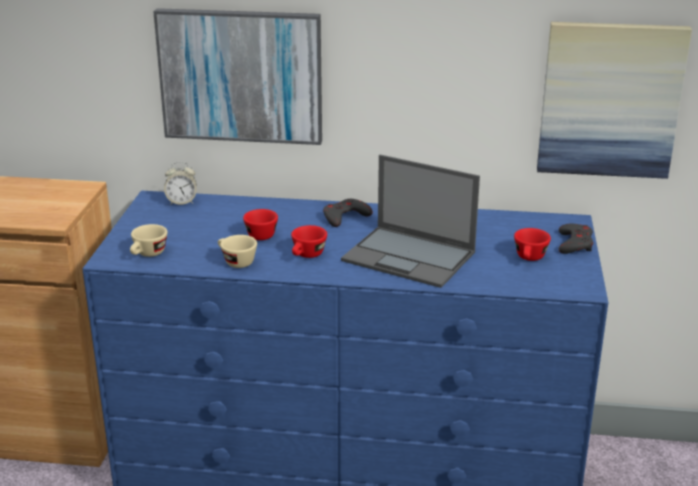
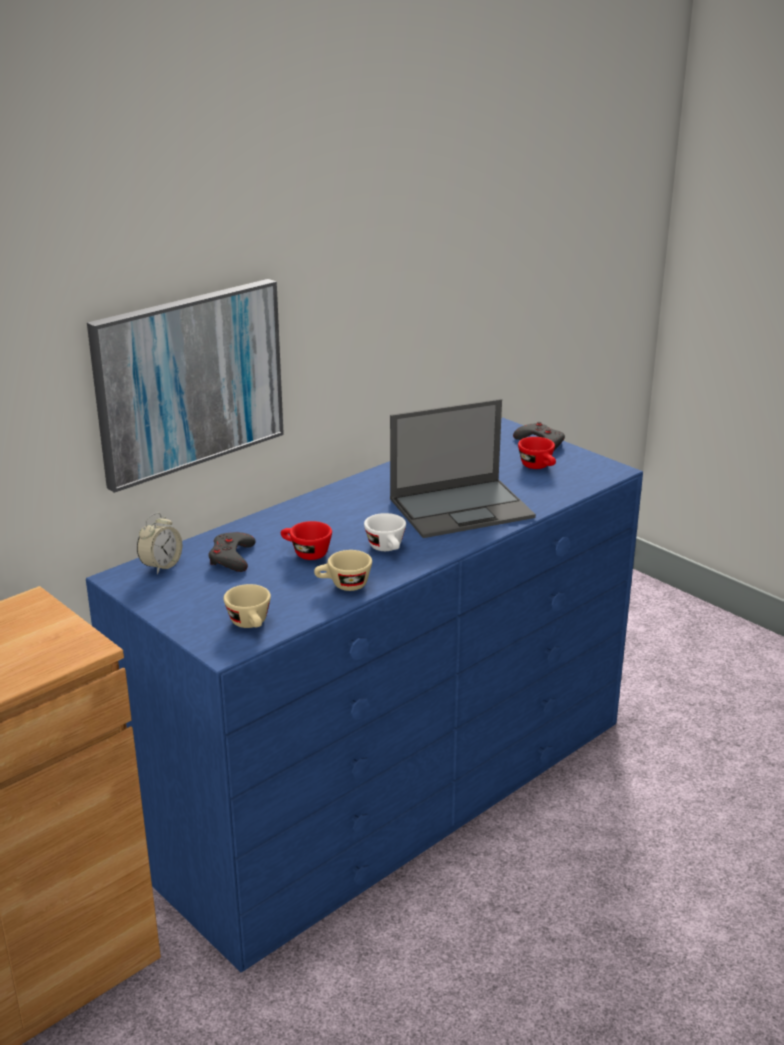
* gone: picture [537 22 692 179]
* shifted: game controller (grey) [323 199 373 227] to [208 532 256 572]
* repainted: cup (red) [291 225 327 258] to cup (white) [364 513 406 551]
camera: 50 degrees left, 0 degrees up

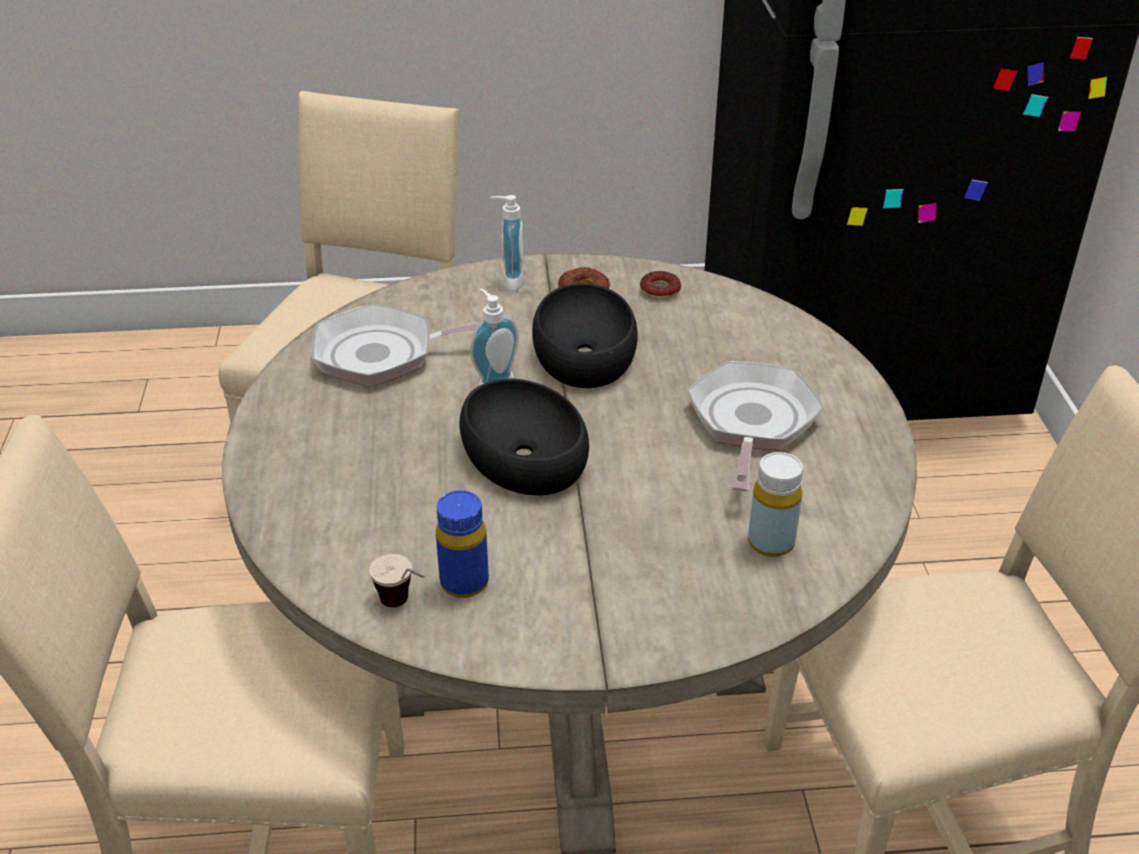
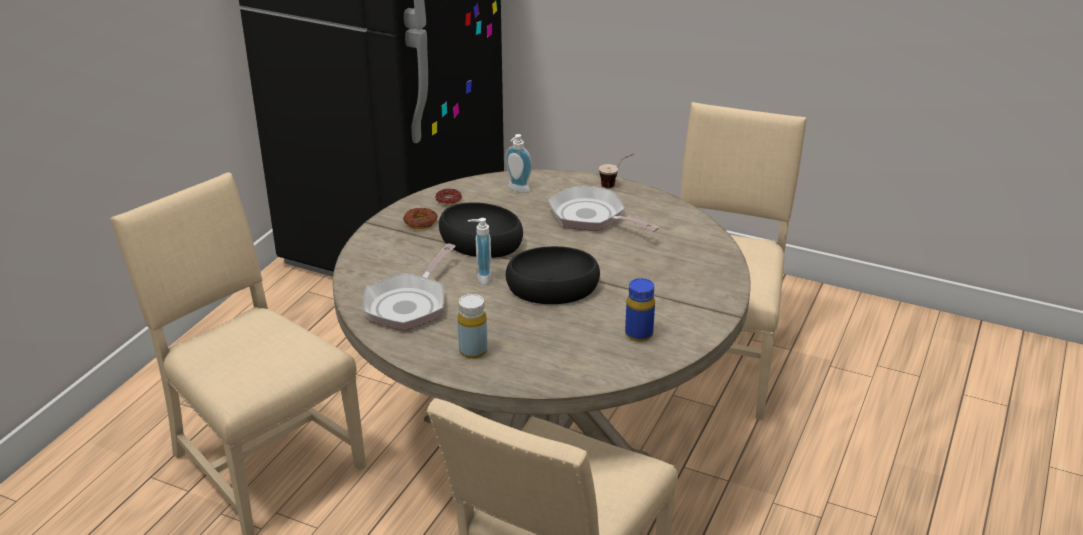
* shifted: soap dispenser [490 195 524 291] to [505 134 532 193]
* shifted: bottle (yellow) [748 452 803 557] to [458 294 488 359]
* shifted: cup [369 554 424 607] to [599 154 634 188]
camera: 60 degrees left, 5 degrees down

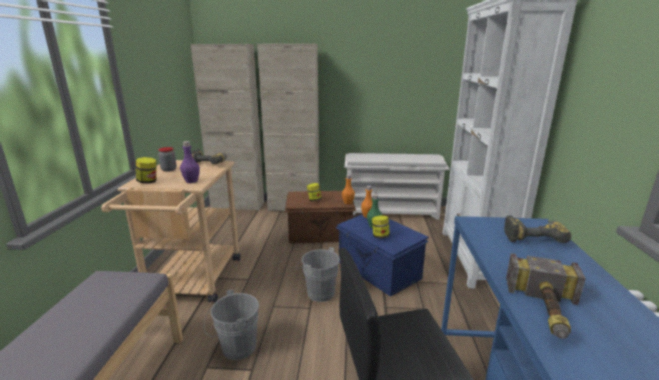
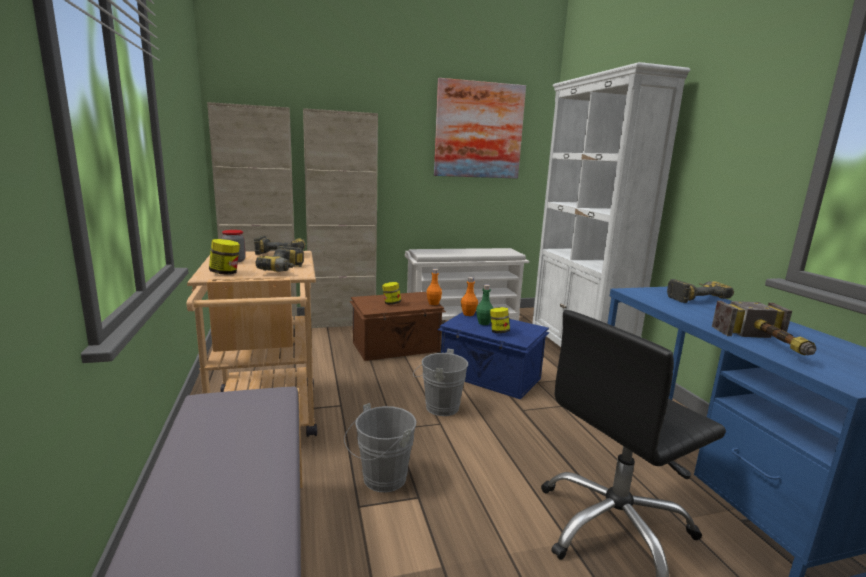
* swapped: bottle (purple) [180 141 200 183] to power drill [255 246 304 272]
* new: picture [434 78 526 179]
camera: 20 degrees left, 5 degrees down

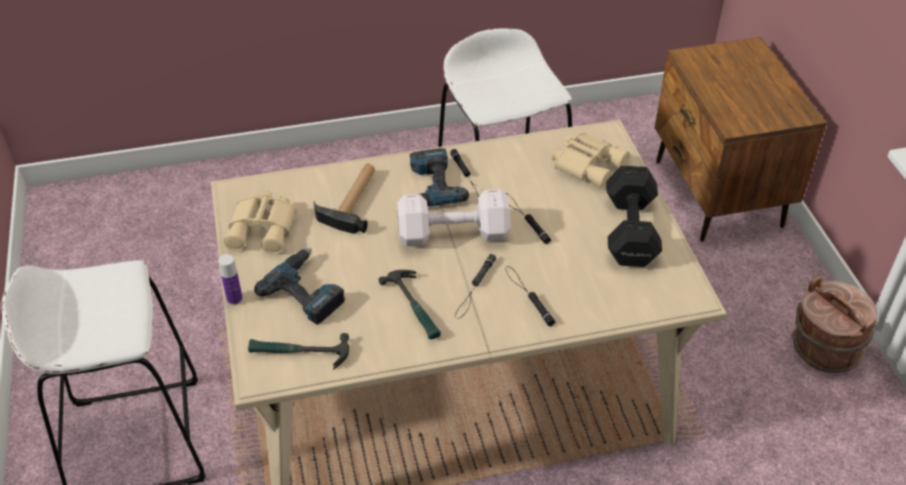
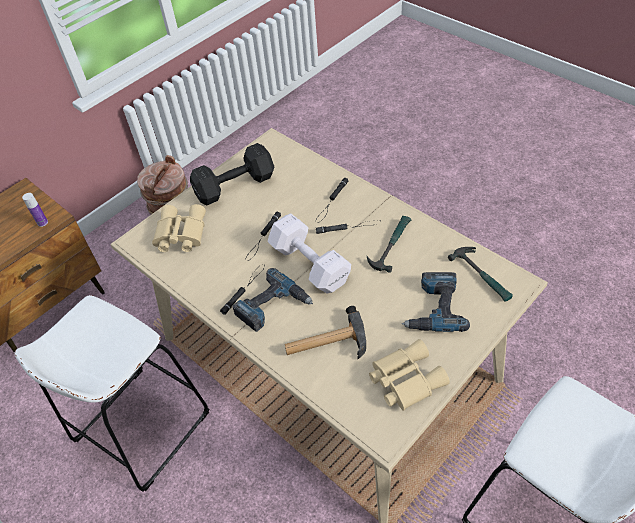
* shifted: bottle [218 254 243 305] to [22 193 48 227]
camera: 120 degrees left, 5 degrees up

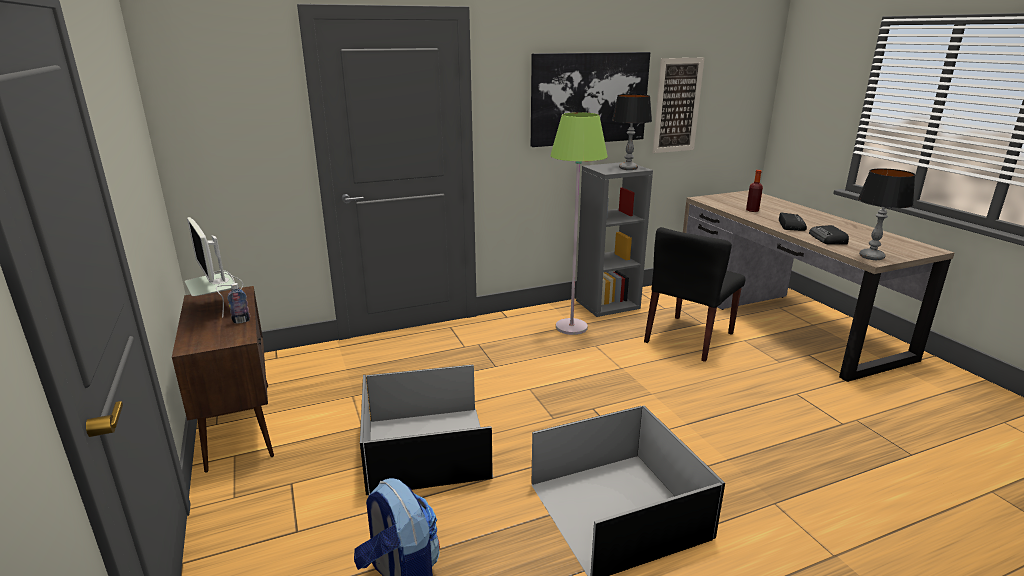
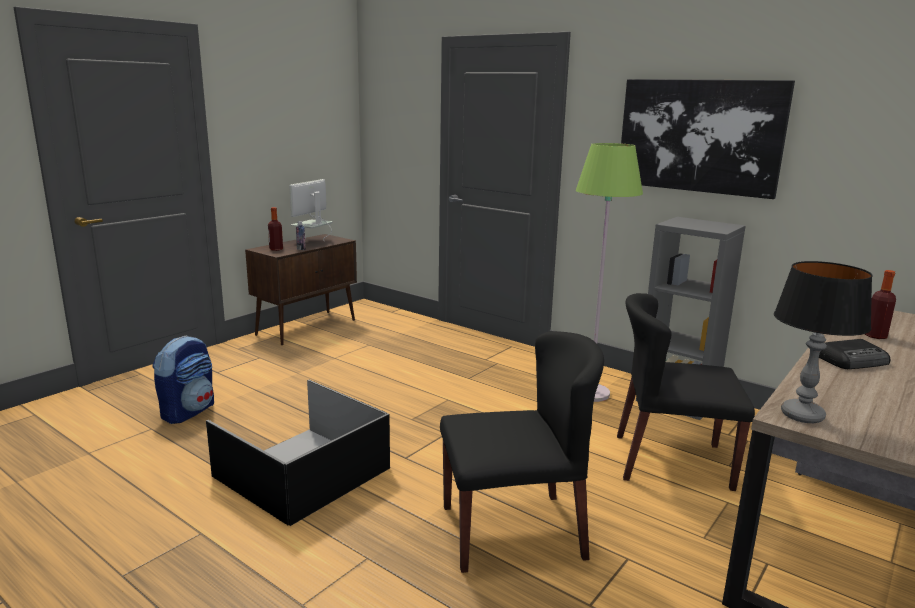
* gone: picture [653 58 704 153]
* gone: table lamp [612 94 652 170]
* gone: radio [809 225 849 245]
* gone: storage box (black) [360 365 493 495]
* new: bottle [268 207 283 251]
* new: chair (black) [440 331 604 573]
camera: 60 degrees right, 5 degrees down

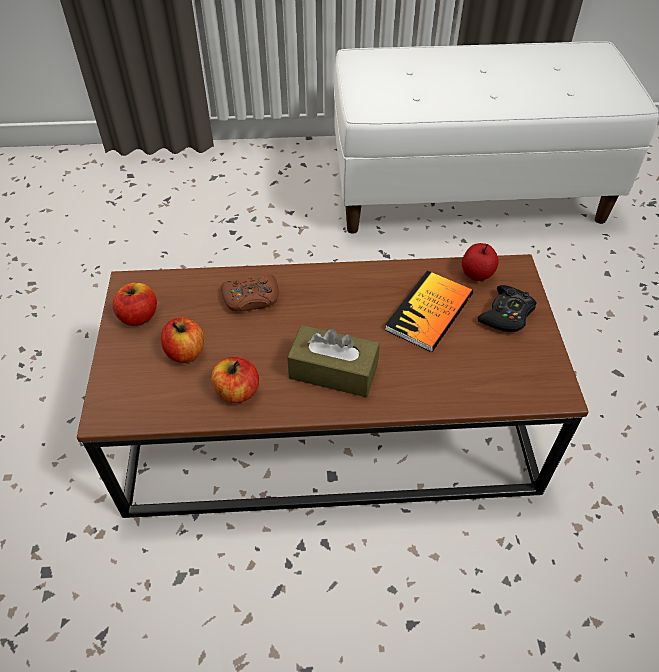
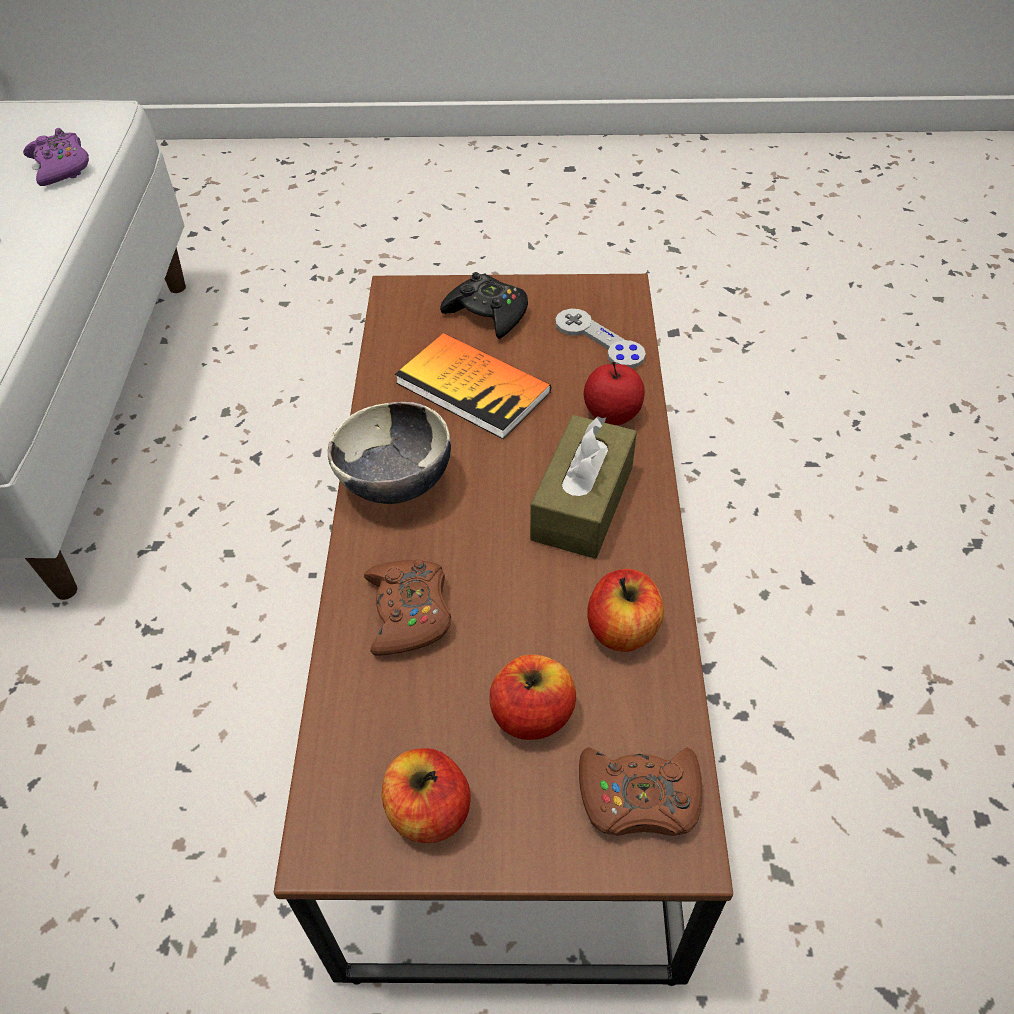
* shifted: apple [462 243 499 281] to [584 362 645 425]
* new: game controller (purple) [23 128 89 186]
* new: game controller (grey) [555 309 646 368]
* new: bowl [328 402 451 504]
* new: game controller (brown) [579 748 702 836]
camera: 85 degrees left, 0 degrees up

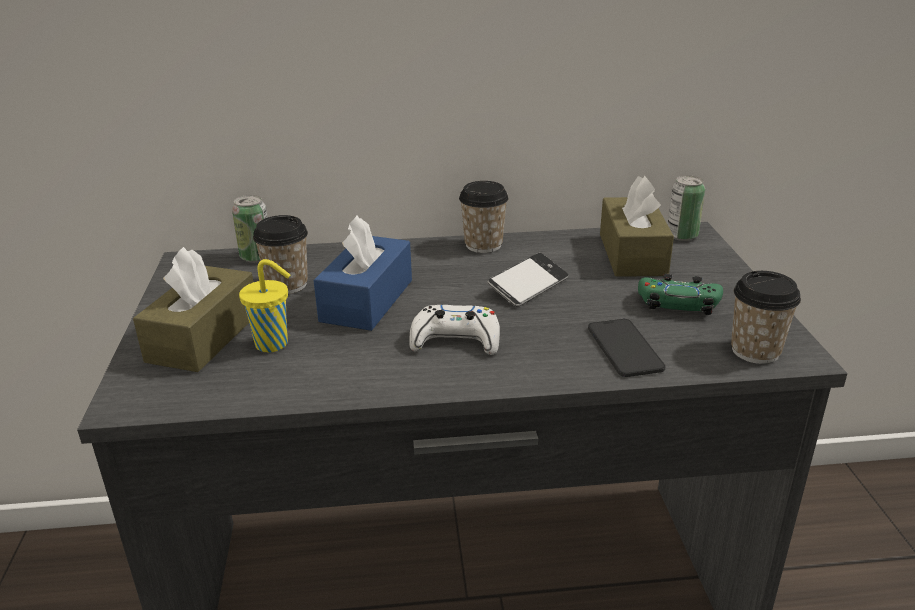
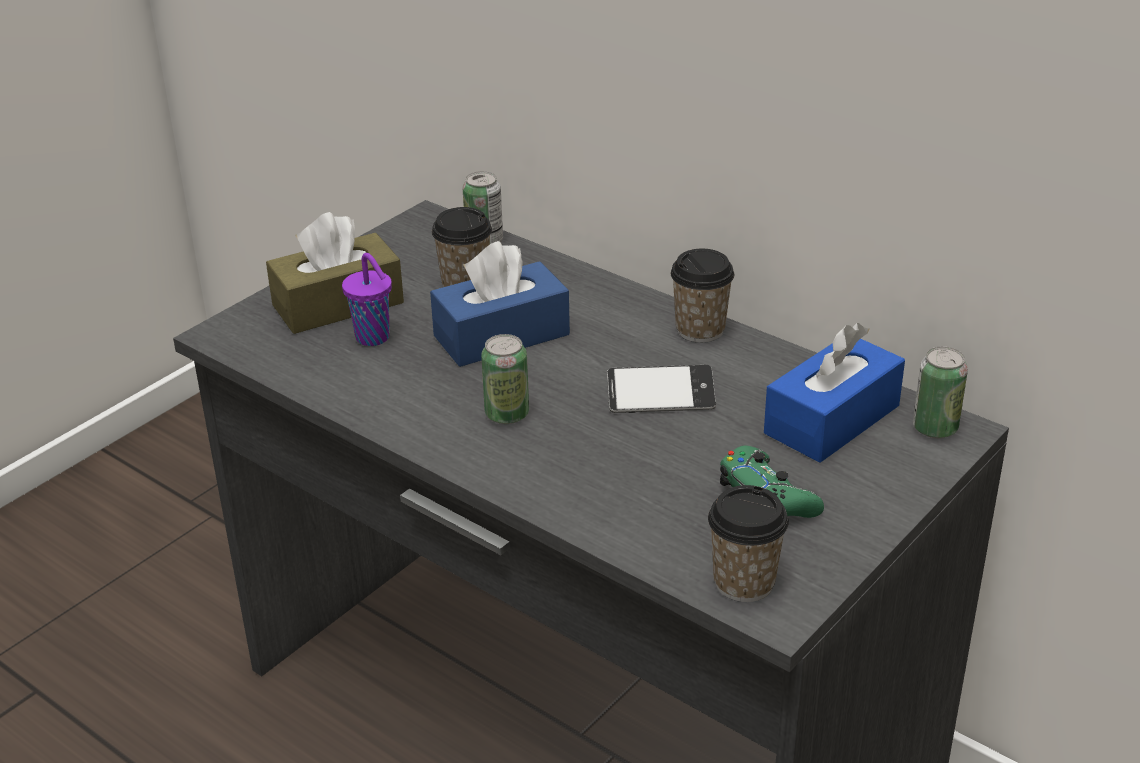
* repainted: tissue box (brown) [600 176 674 277] to tissue box (blue) [764 323 905 463]
* repainted: cup (yellow) [239 259 290 352] to cup (purple) [342 253 392 346]
* swapped: game controller (white) [409 305 500 355] to can [481 334 529 424]
* gone: phone [588 319 666 377]
camera: 45 degrees right, 5 degrees up

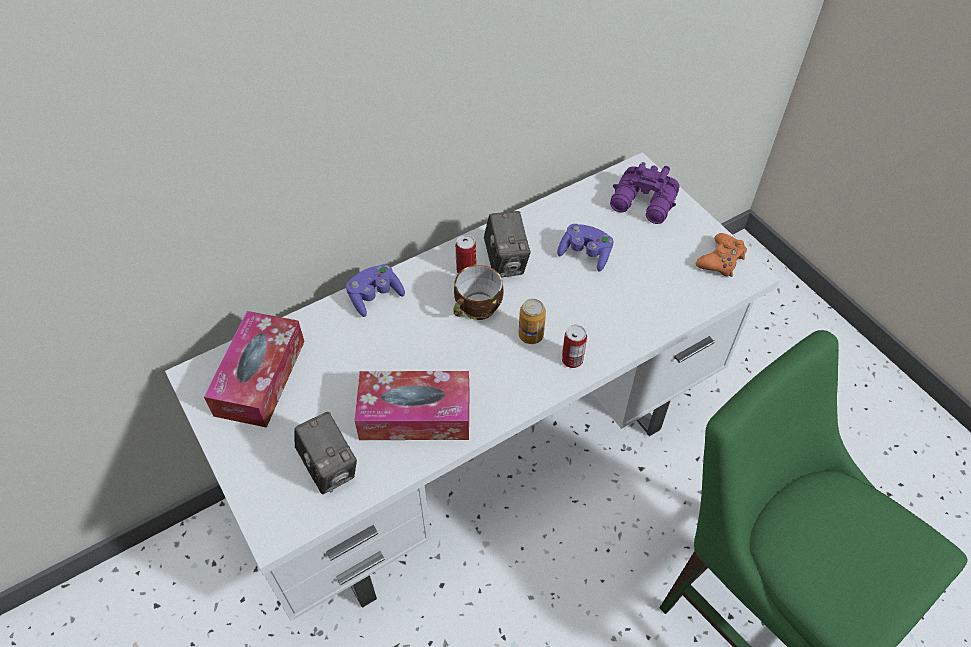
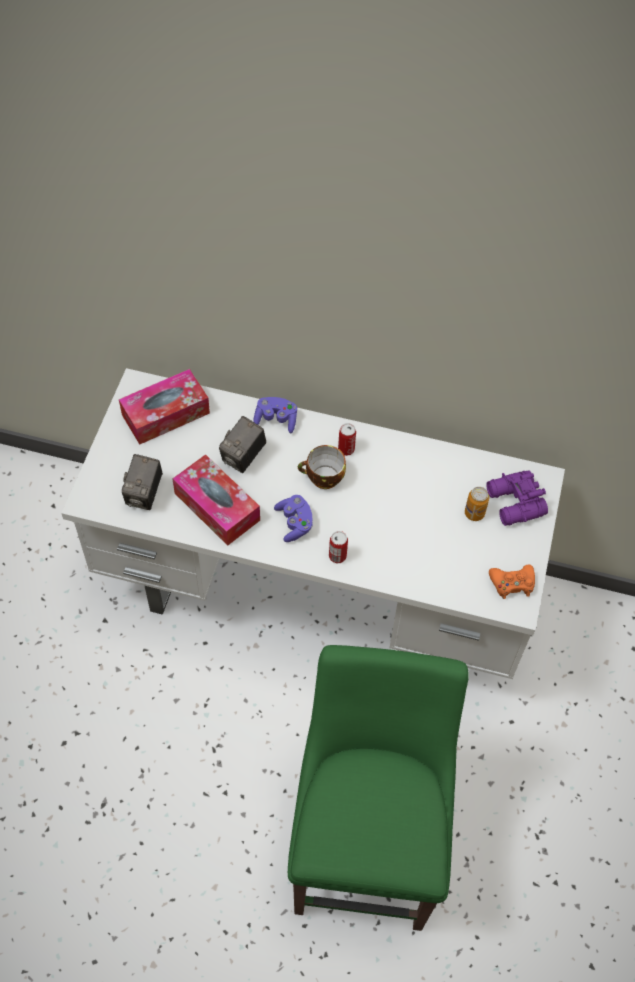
* shifted: photo camera [484 211 531 277] to [219 416 266 473]
* shifted: game controller (purple) [557 224 614 272] to [274 495 313 542]
* shifted: can [518 299 546 344] to [465 487 489 521]
camera: 45 degrees right, 5 degrees up

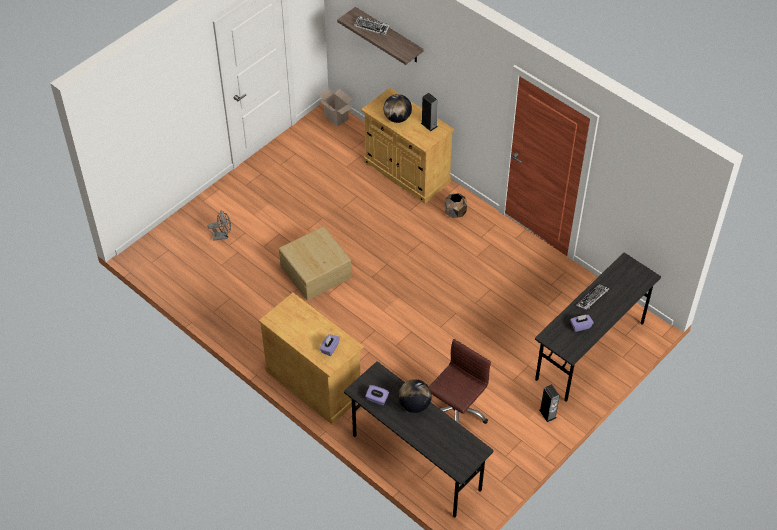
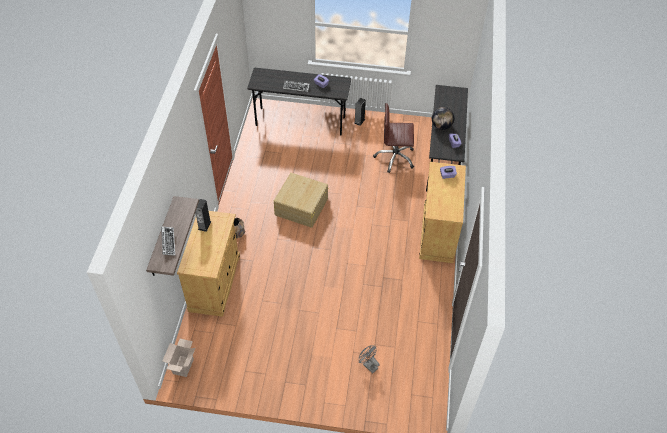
* gone: globe [384 94 412 123]
* shifted: storage box (beige) [279 226 352 300] to [274 173 328 228]
camera: 125 degrees left, 0 degrees up

